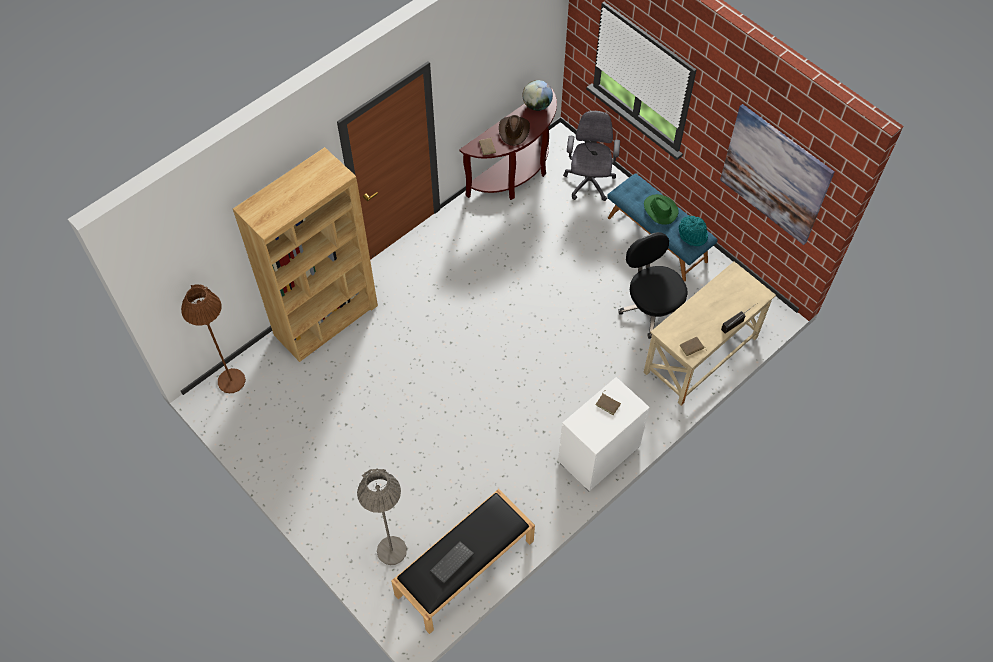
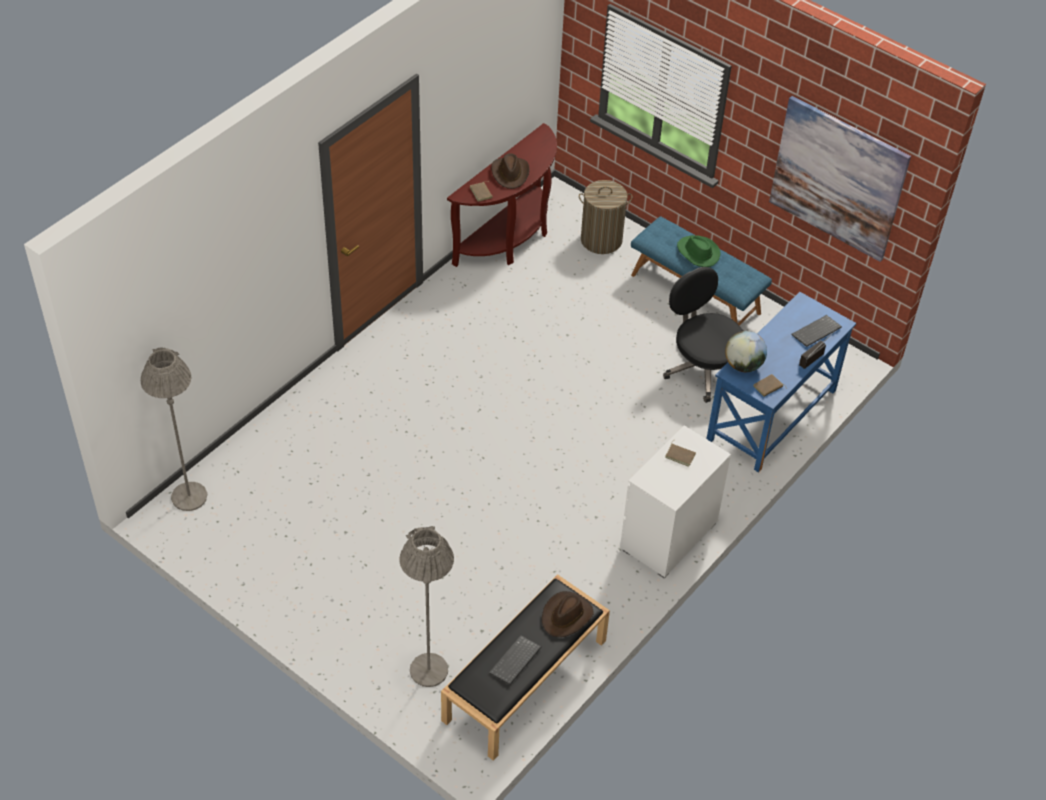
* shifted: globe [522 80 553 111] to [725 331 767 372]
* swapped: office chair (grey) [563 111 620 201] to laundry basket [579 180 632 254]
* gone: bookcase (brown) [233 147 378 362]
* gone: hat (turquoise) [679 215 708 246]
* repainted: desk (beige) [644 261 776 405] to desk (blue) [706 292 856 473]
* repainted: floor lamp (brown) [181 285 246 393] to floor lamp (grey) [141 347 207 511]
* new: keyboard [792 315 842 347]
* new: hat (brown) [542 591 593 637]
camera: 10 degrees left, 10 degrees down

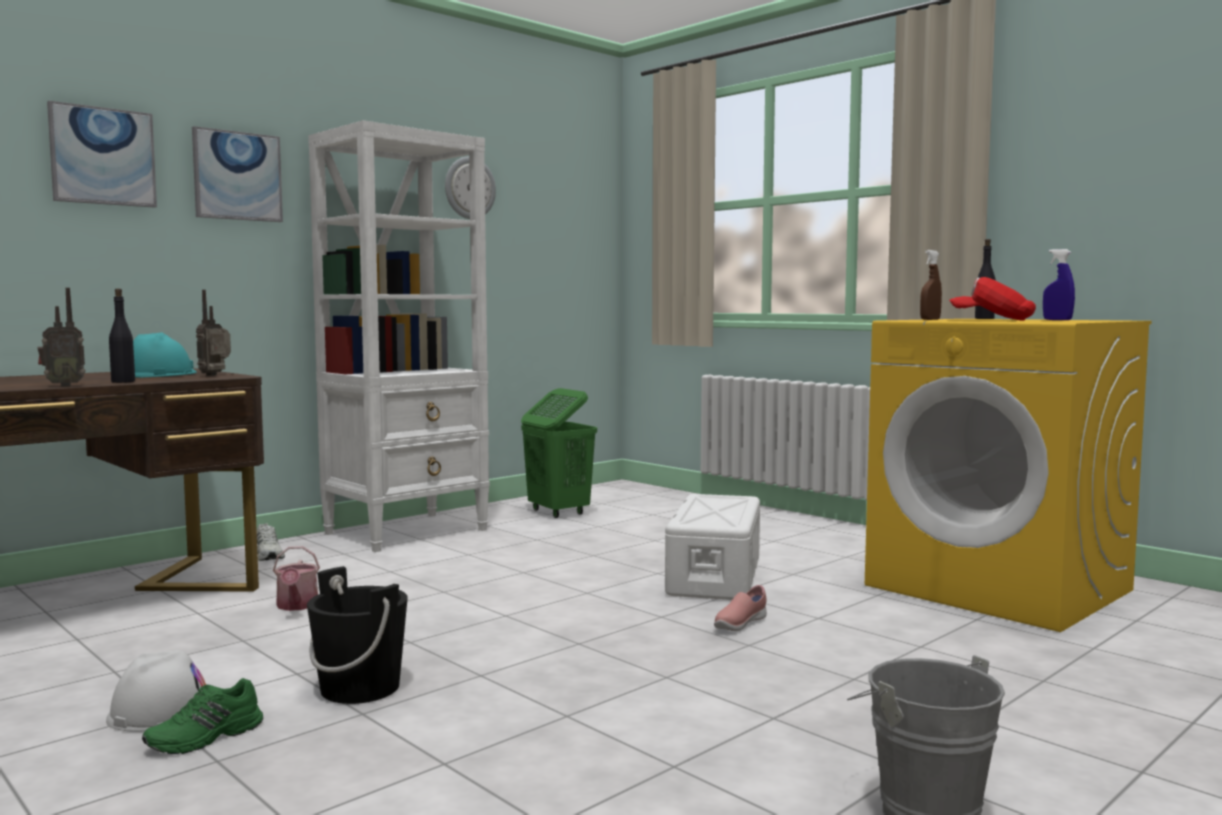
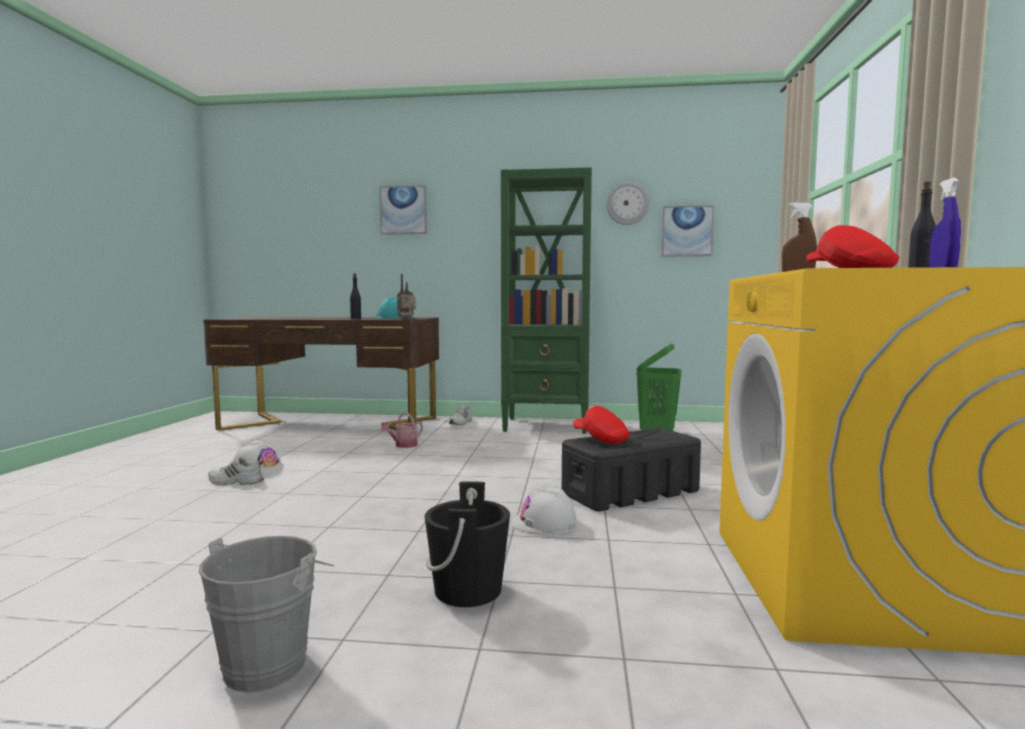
* repainted: bookcase (white) [308 120 490 552] to bookcase (green) [501 167 592 434]
* shifted: picture [192 126 283 222] to [661 205 714 256]
* gone: radio [37 288 86 386]
* repainted: storage box (white) [665 494 760 600] to storage box (black) [562 428 701 511]
* shifted: bucket (black) [307 566 408 704] to [425 481 510 607]
* swapped: shoe (pink) [714 585 767 631] to hard hat (white) [512 485 579 535]
* repainted: shoe (green) [142 678 263 754] to shoe (white) [208 457 264 485]
* new: cap (red) [573 406 630 444]
camera: 50 degrees right, 0 degrees up

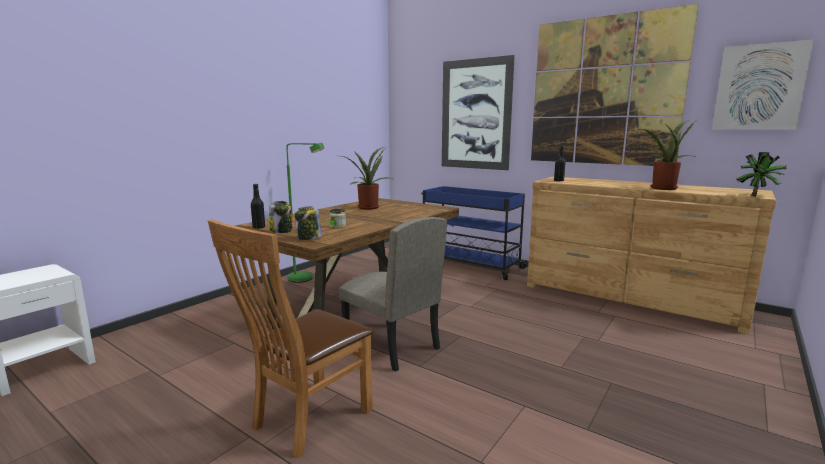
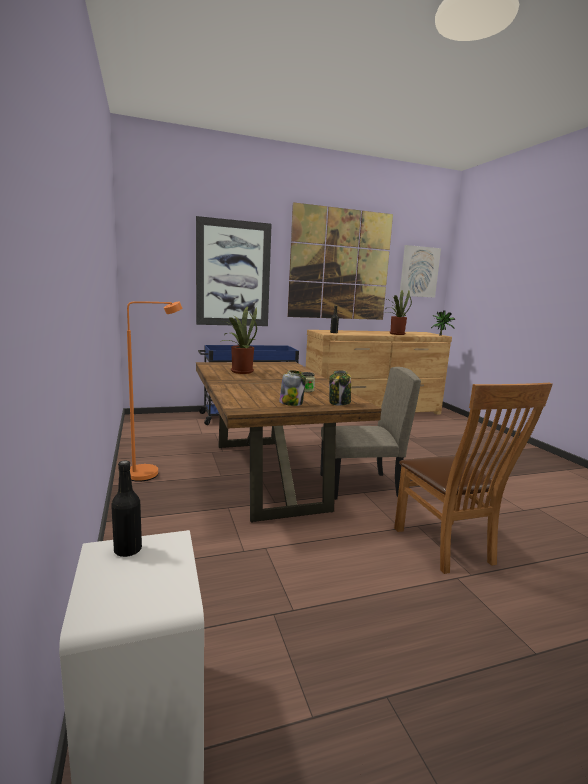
* repainted: floor lamp (green) [286 143 324 283] to floor lamp (orange) [127 301 182 482]
* shifted: bottle (black) [251 184 265 229] to [111 460 142 557]
camera: 55 degrees left, 0 degrees up

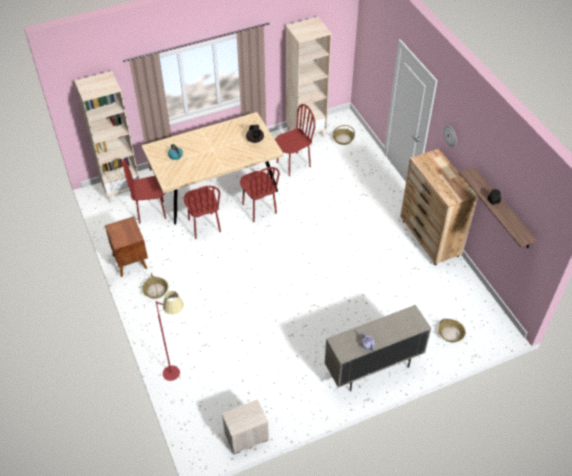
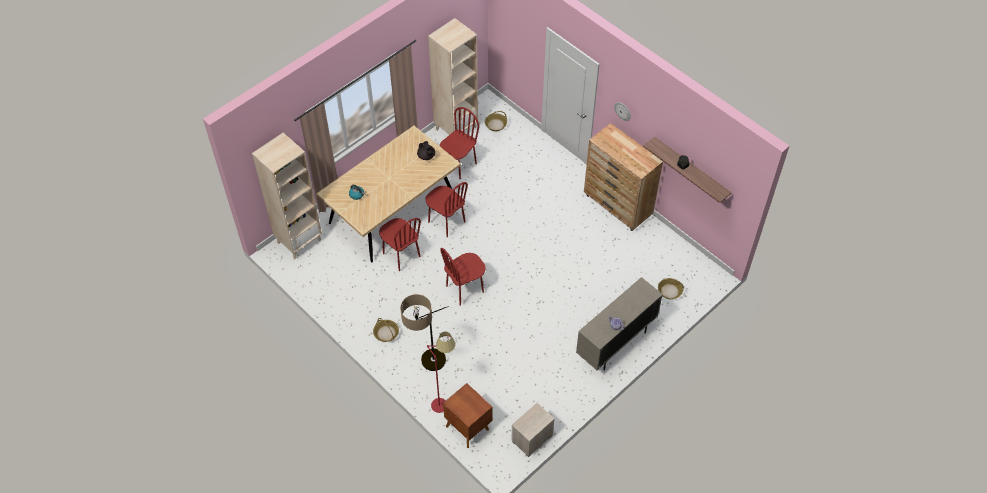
* shifted: chair (red) [123 159 166 224] to [440 248 486 306]
* shifted: nightstand (brown) [105 216 148 277] to [443 383 492 448]
* new: floor lamp [400 294 449 371]
camera: 20 degrees left, 5 degrees up

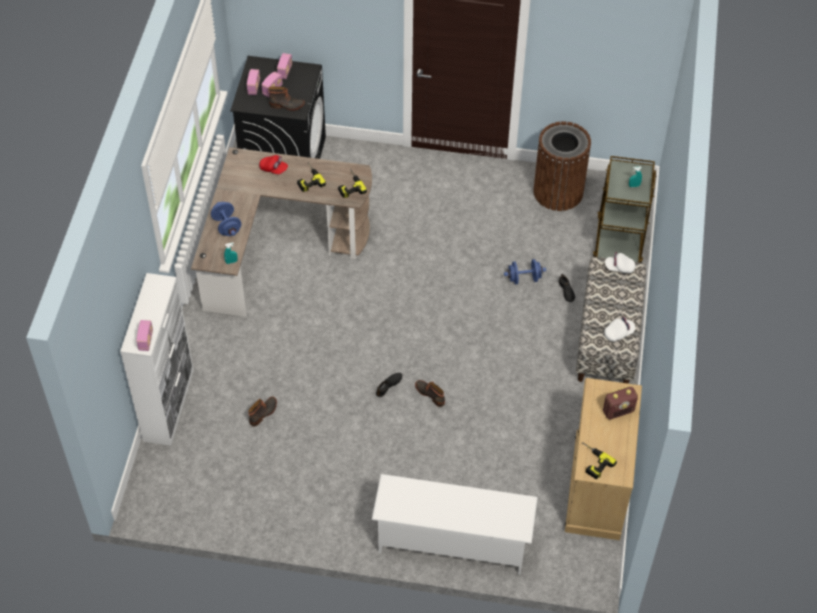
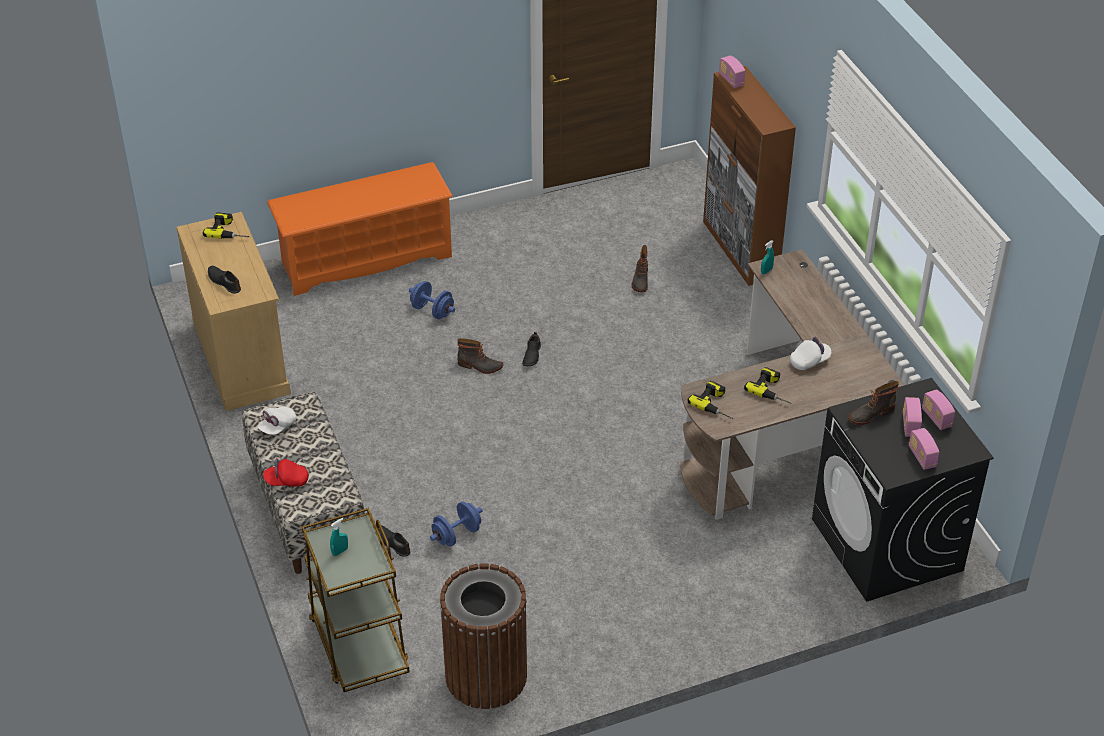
* shifted: cap (red) [259 155 288 174] to [263 458 309 486]
* shifted: dumbbell (blue) [211 202 241 236] to [409 281 455 319]
* shifted: cap (white) [605 252 636 273] to [790 337 831 370]
* repainted: cabinet (white) [120 273 194 446] to cabinet (brown) [703 66 796 286]
* swapped: radio [603 386 638 420] to shoe (black) [208 266 241 293]
* repainted: shoe rack (white) [372 474 538 575] to shoe rack (orange) [267 162 453 296]
camera: 150 degrees right, 10 degrees down

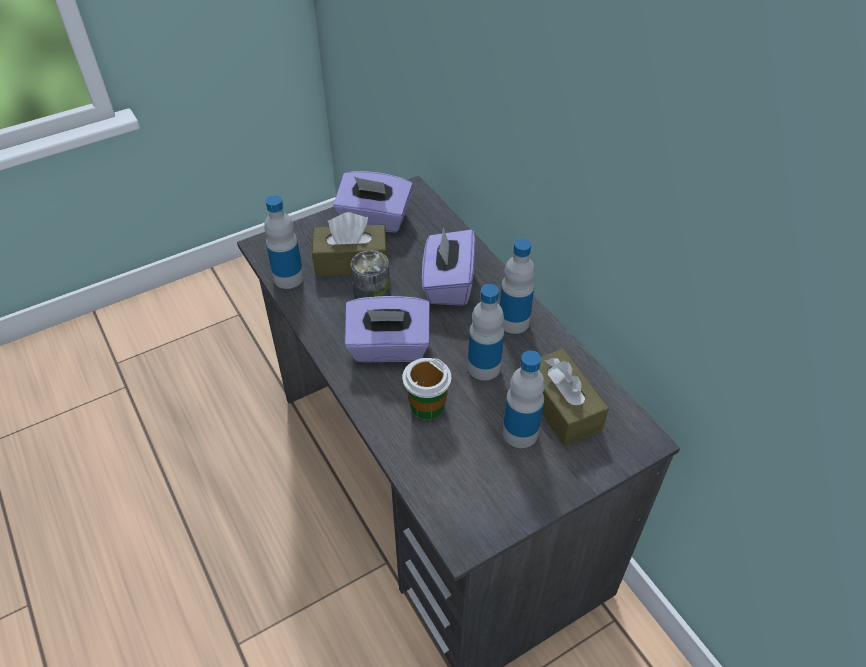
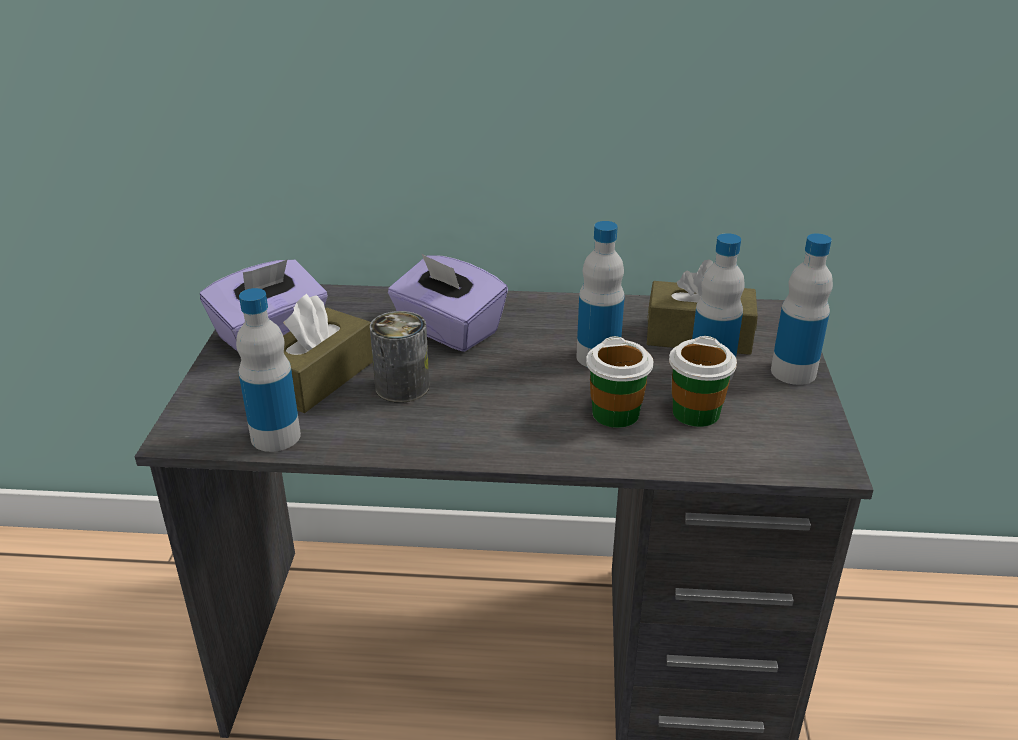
* shifted: bottle [500 238 535 334] to [771 233 833 385]
* gone: tissue box (purple) [345 296 430 363]
* new: cup [669 336 737 427]
camera: 55 degrees left, 15 degrees down

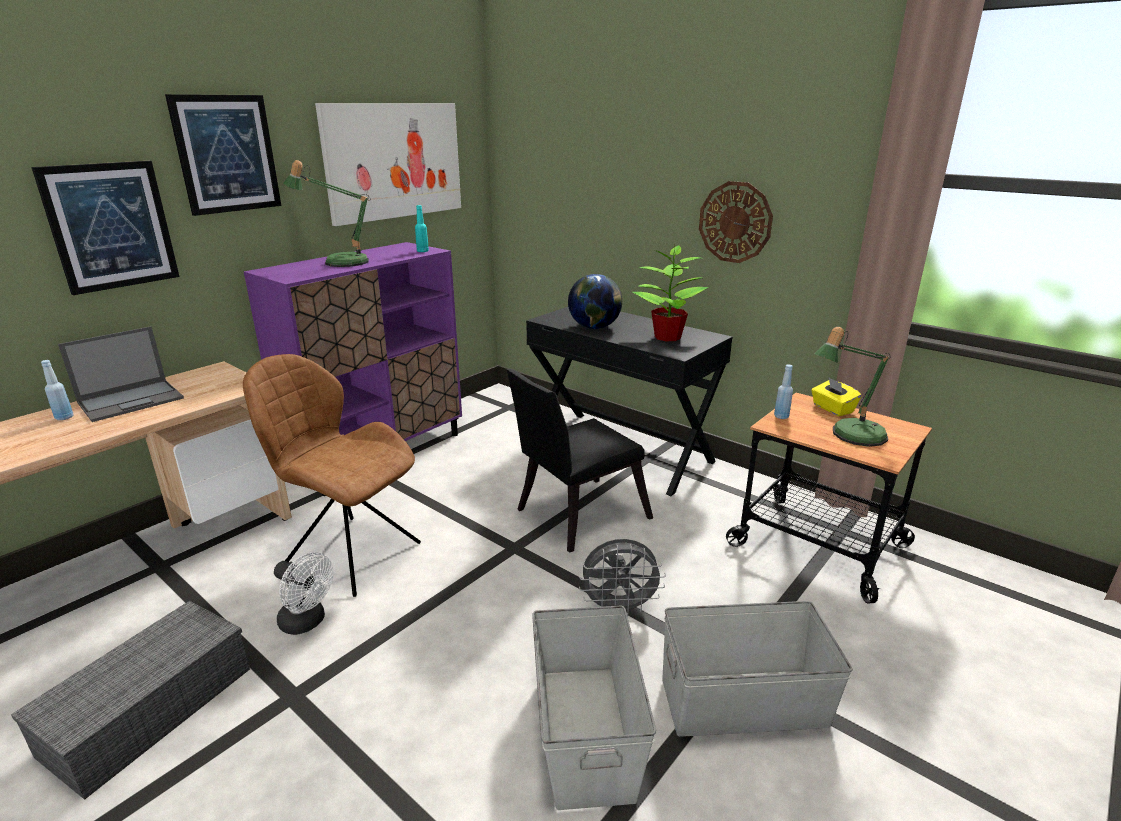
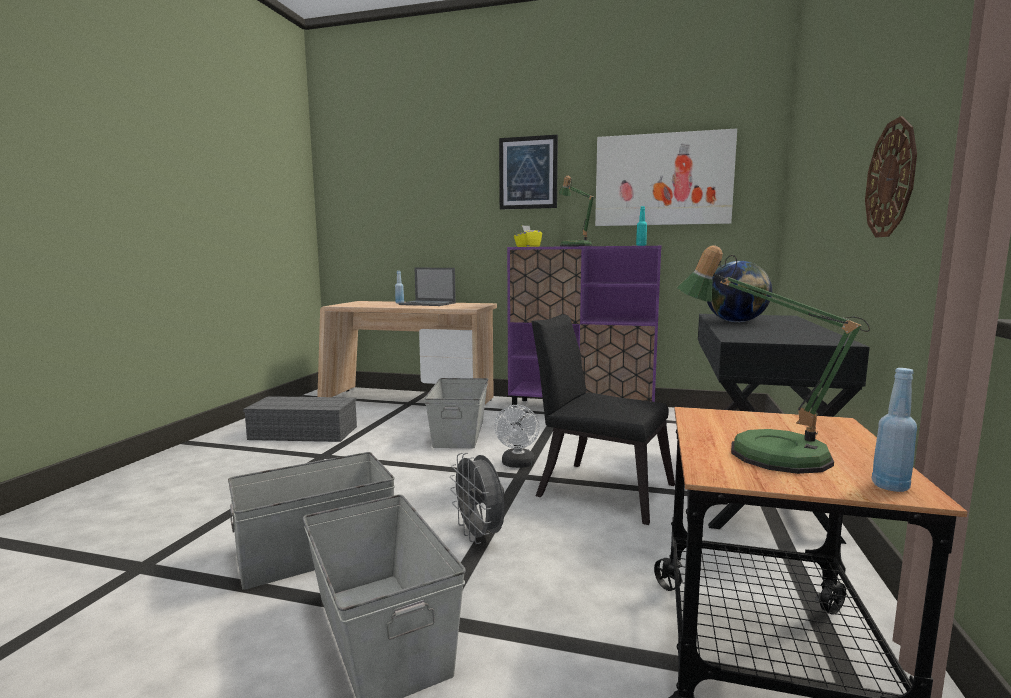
* gone: picture [31 161 180 295]
* gone: potted plant [632 245 708 342]
* swapped: chair (brown) [243 354 421 597] to storage box (grey) [424 378 488 448]
* shifted: bottle (blue) [774 364 793 419] to [872 368 917 492]
* shifted: tissue box (yellow) [811 378 862 416] to [514 225 542 247]
* shifted: fan (white) [274 552 333 635] to [494 405 540 468]
camera: 65 degrees right, 15 degrees down

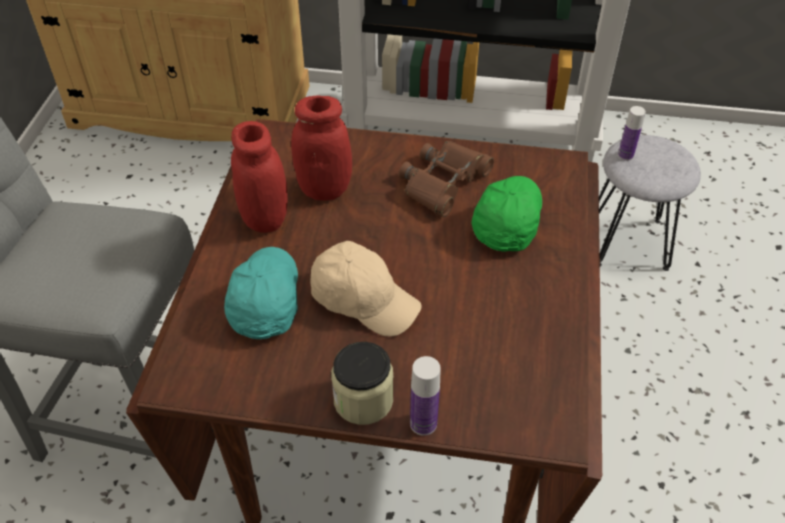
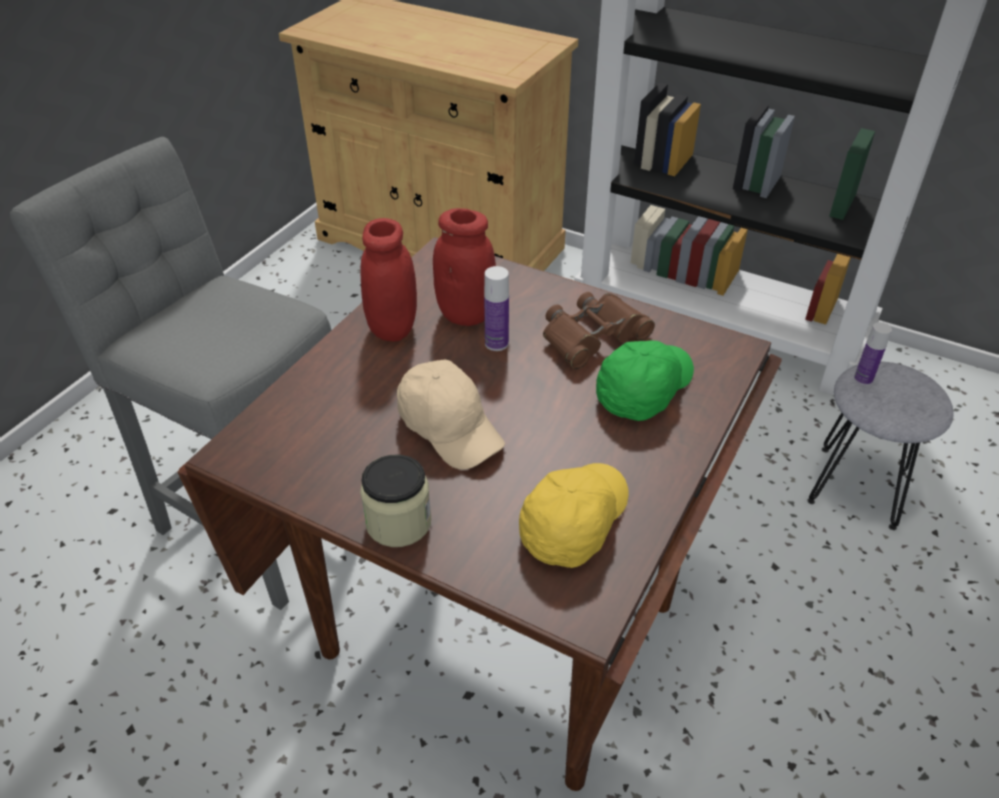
* gone: cap (turquoise) [224 247 298 339]
* shifted: bottle [410 356 441 436] to [484 266 509 351]
* new: cap (yellow) [519 463 629 568]
camera: 20 degrees right, 5 degrees down

